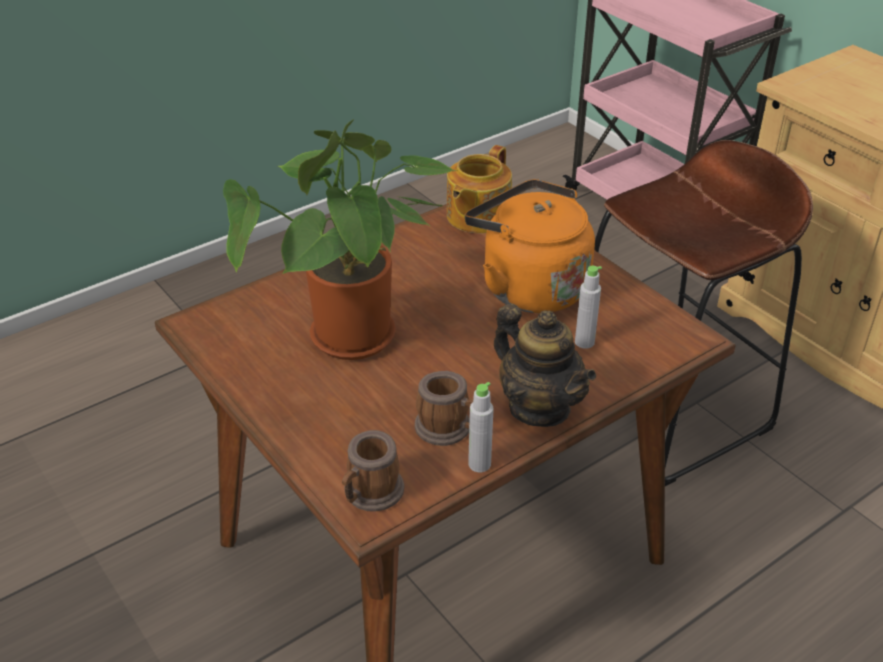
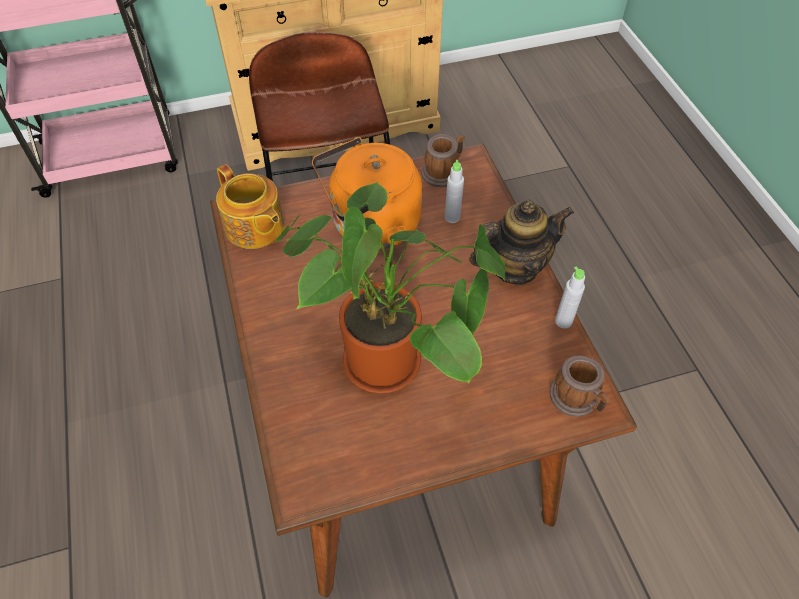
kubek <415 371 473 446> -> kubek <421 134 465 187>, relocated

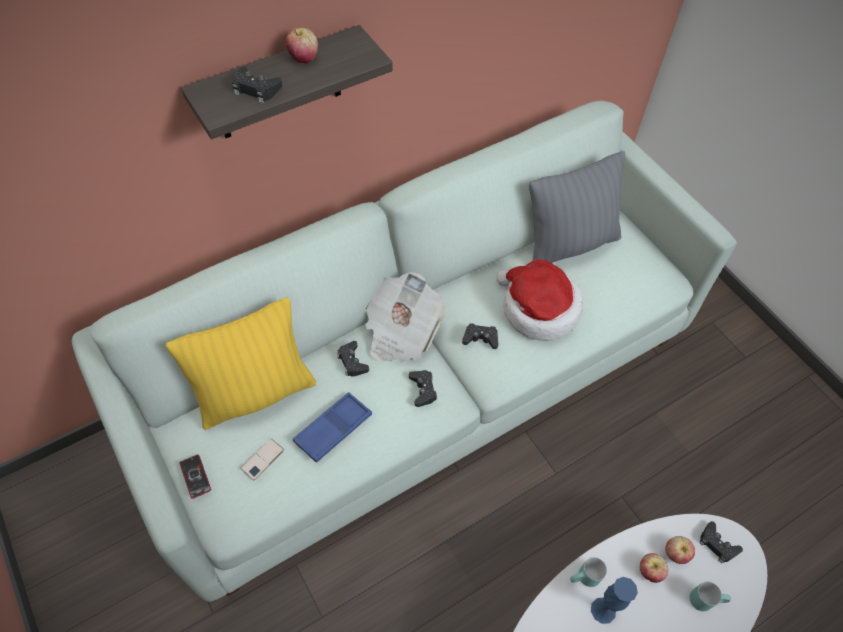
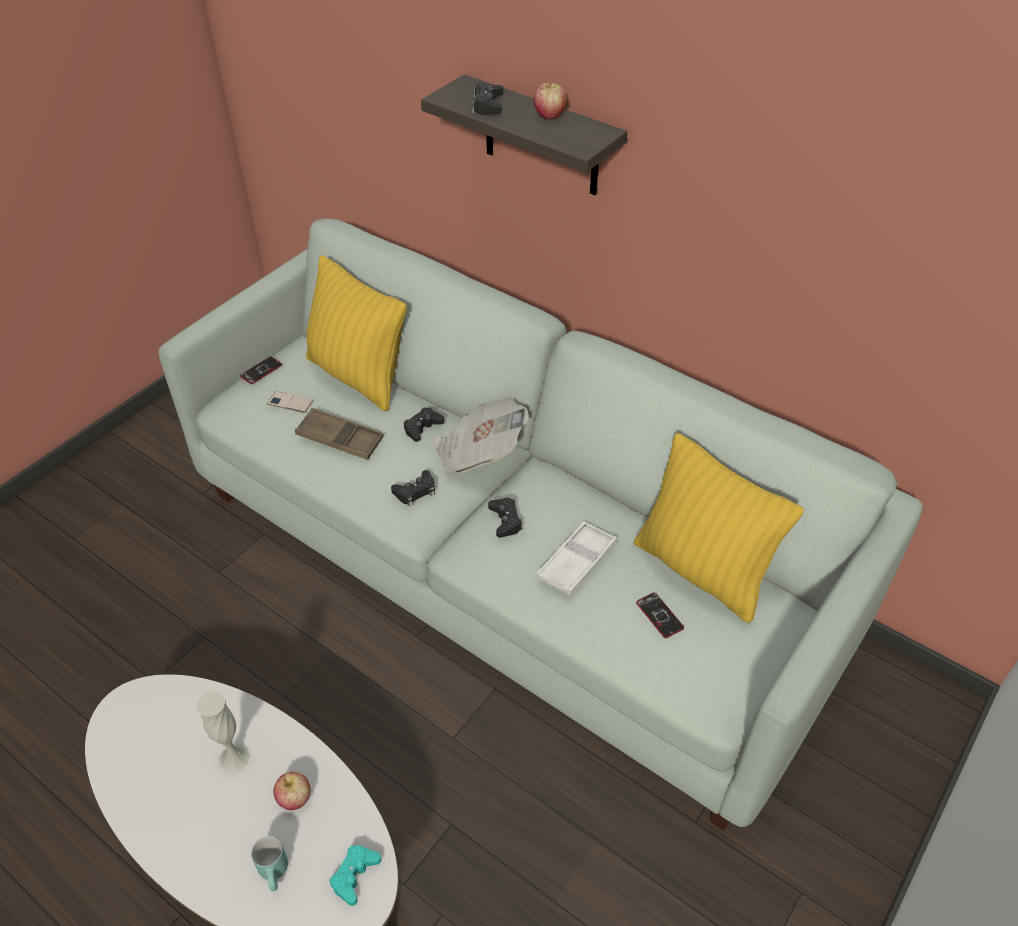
poduszka [szary] <529 151 625 263> -> poduszka [żółty] <634 433 804 623>
kapelusz <496 259 583 341> -> taca [biały] <536 521 617 595>
taca [niebieski] <293 392 372 463> -> taca [brązowy] <295 408 384 460>
pad do gier [czarny] <700 521 743 563> -> pad do gier [turkusowy] <329 845 382 906>
jabłko <665 536 695 564> -> none
kubek [turkusowy] <570 557 607 587> -> none
wazon [niebieski] <591 577 638 624> -> wazon [biały] <196 691 250 773>
none -> telefon <636 593 684 638>

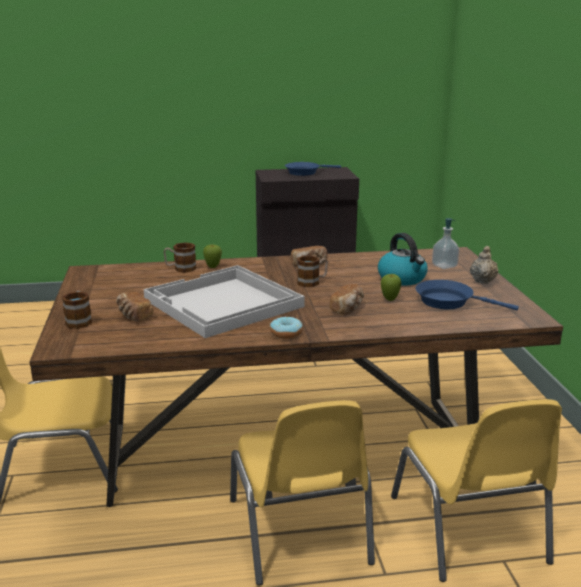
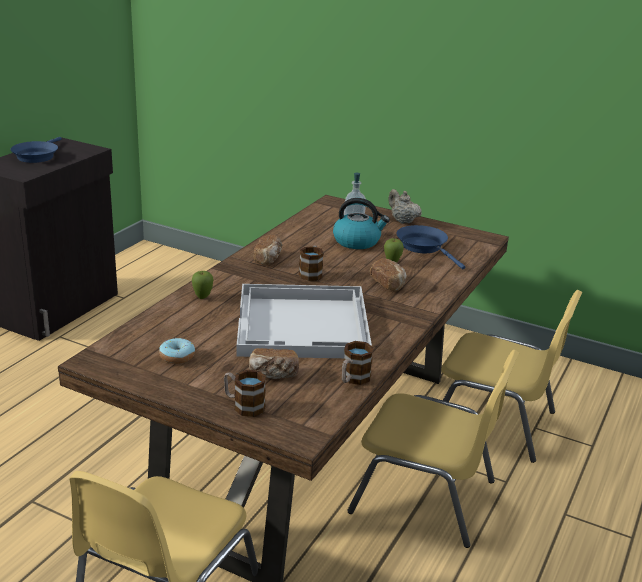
kubek <164 242 197 273> -> kubek <342 341 373 385>, relocated
patelnia [niebieski] <416 280 519 310> -> patelnia [niebieski] <396 225 465 269>, 90 degrees clockwise
donut <270 316 303 339> -> donut <159 338 195 364>, relocated

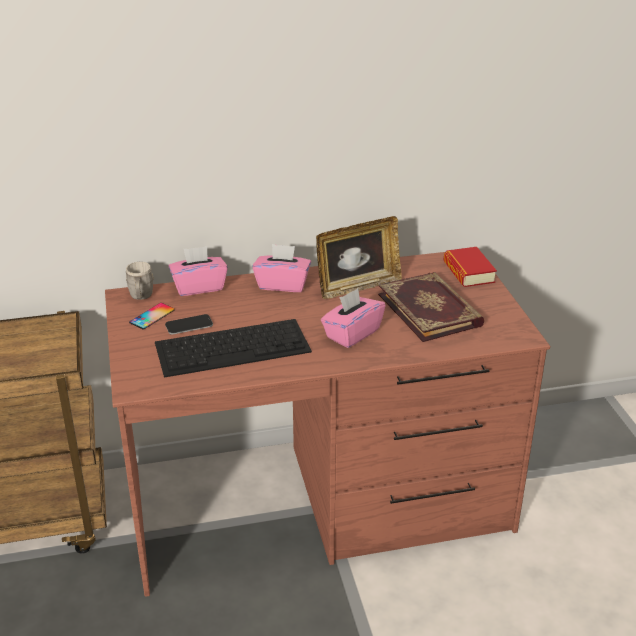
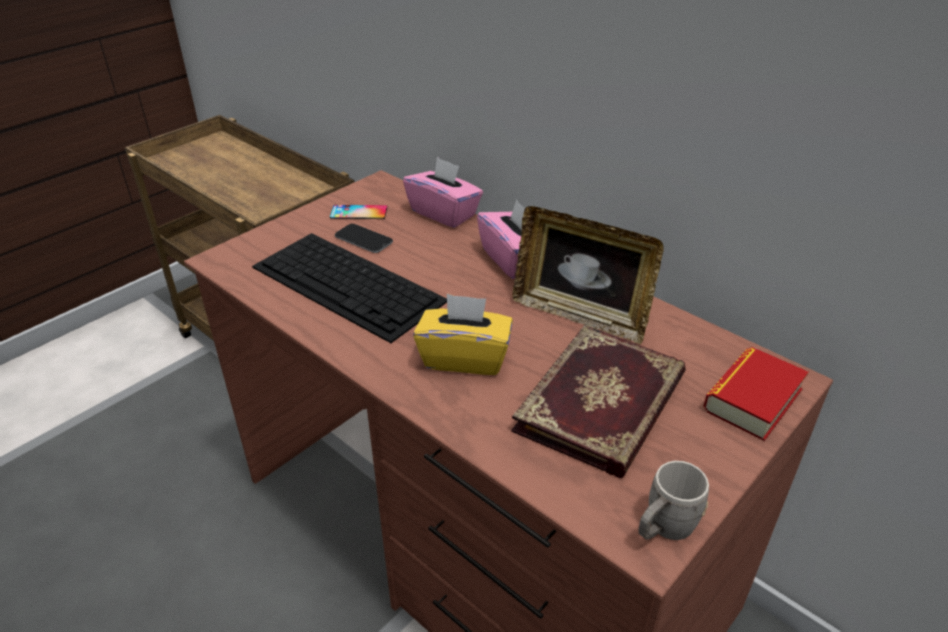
kubek [szary] <126 262 154 300> -> kubek [szary] <639 461 709 540>, relocated
pudełko chusteczek [różowy] <321 288 385 348> -> pudełko chusteczek [żółty] <413 294 513 375>

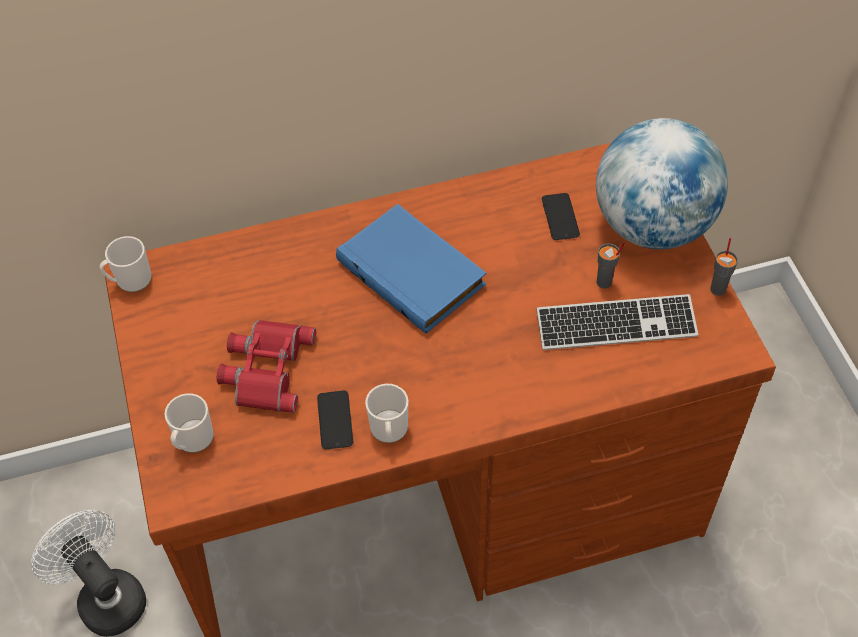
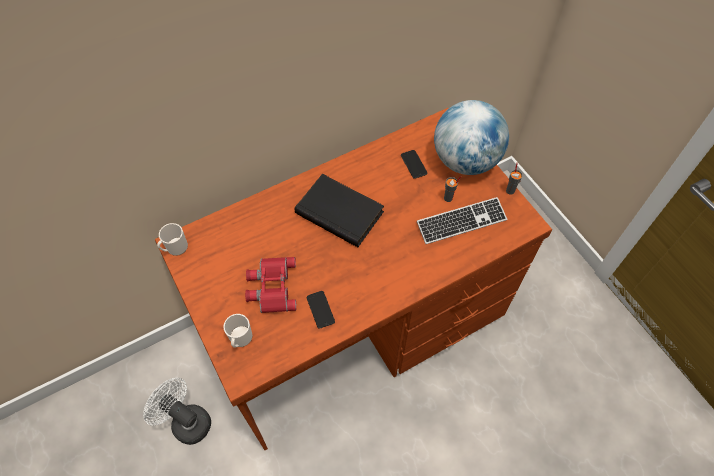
książka [niebieski] <336 204 486 334> -> książka [czarny] <295 174 384 247>
kubek <365 384 409 443> -> none

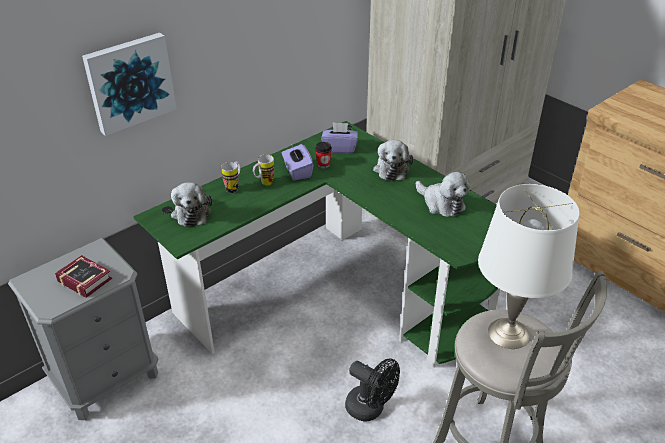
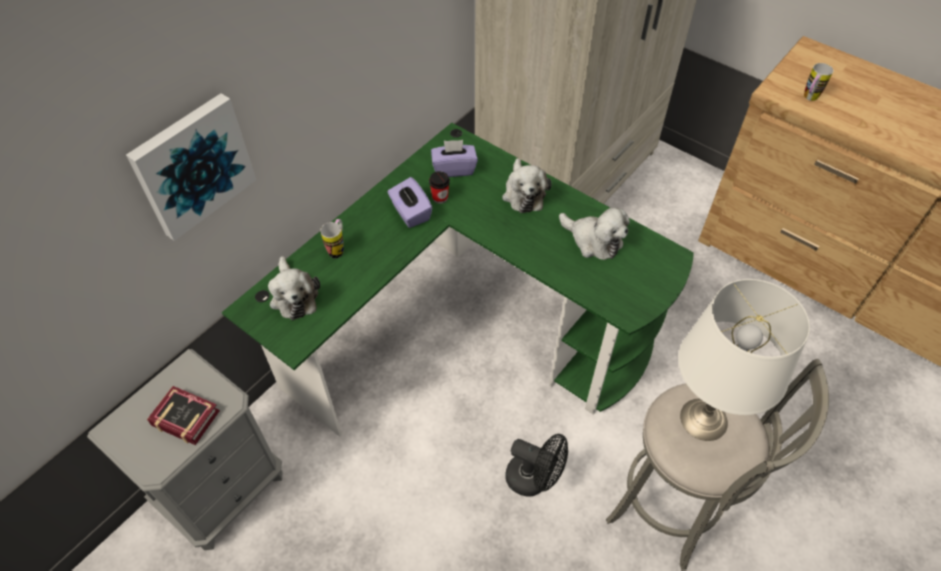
kubek <253 155 274 185> -> kubek <804 63 834 101>, relocated

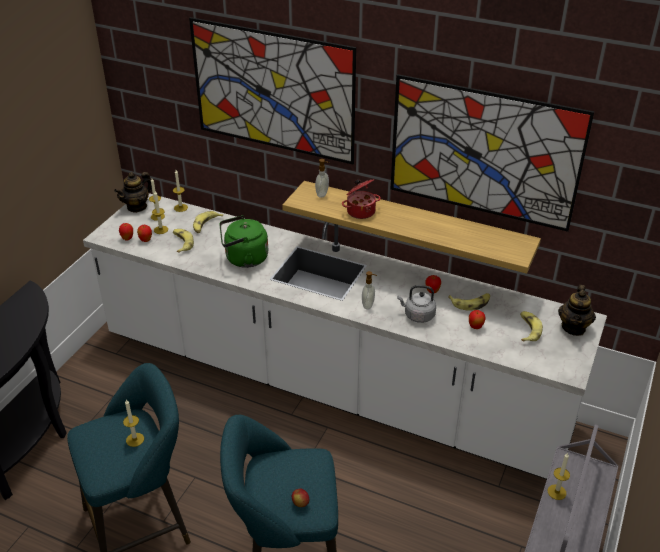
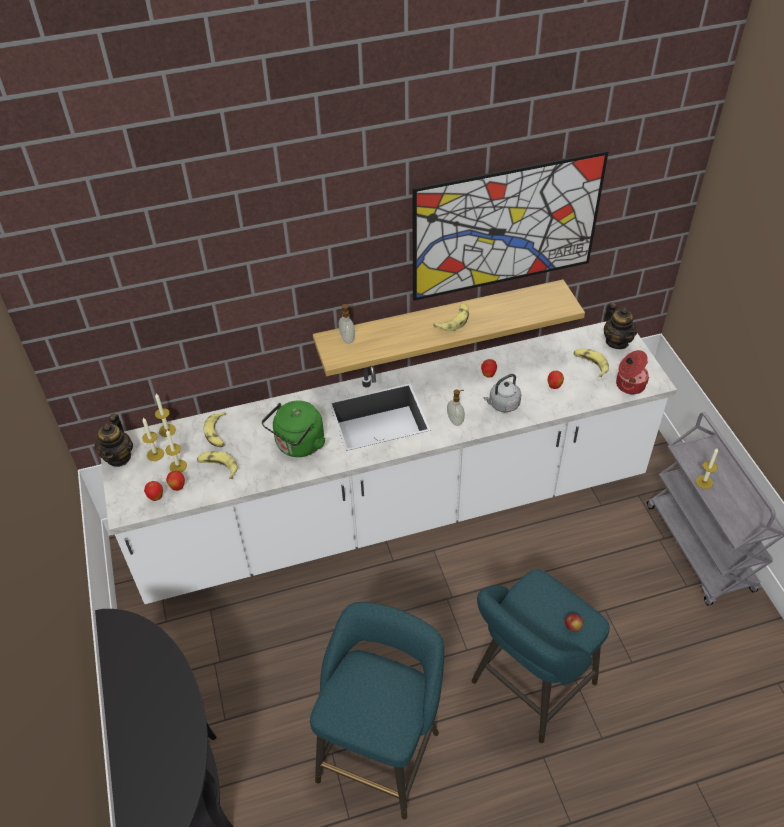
obraz <189 17 356 164> -> none
garnek <342 179 381 219> -> garnek <616 350 649 394>, relocated
banan <448 293 490 311> -> banan <433 303 469 331>, relocated
świeca <123 400 144 447> -> none

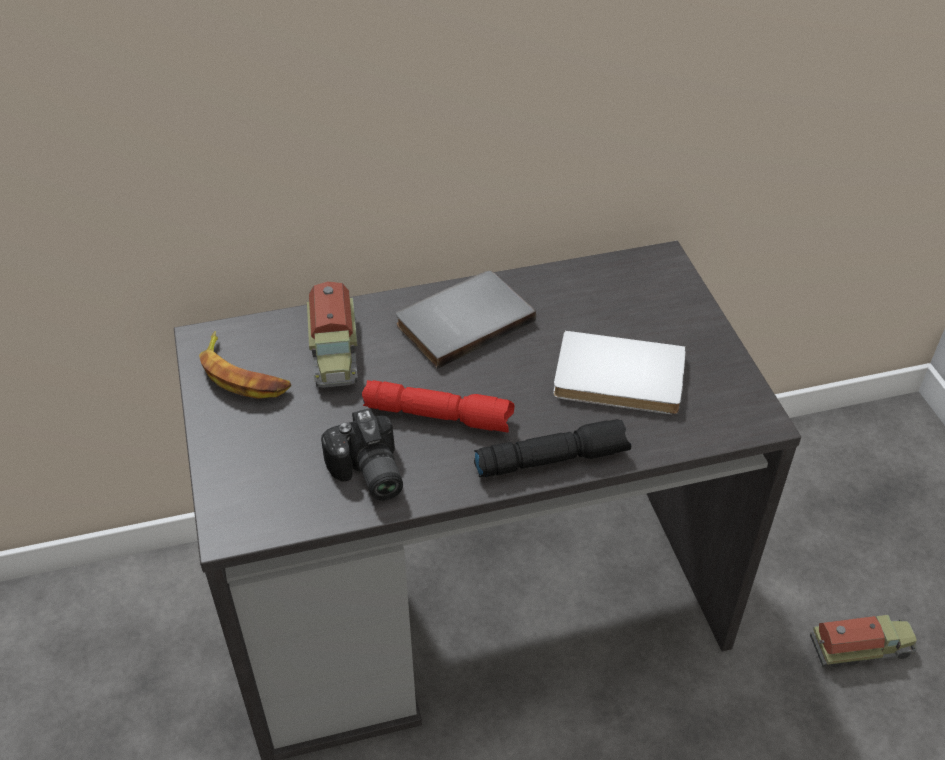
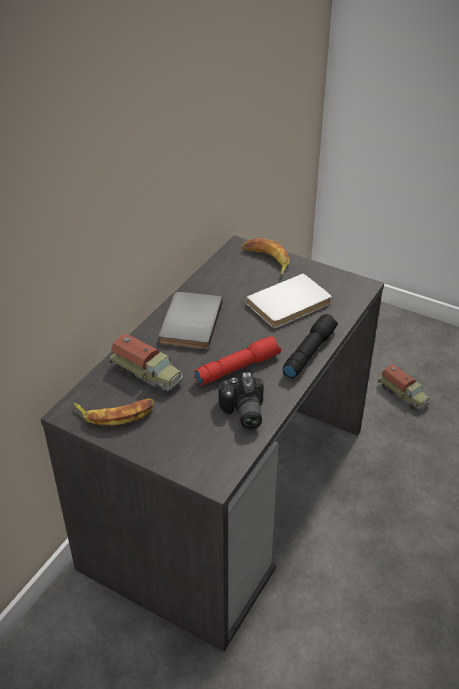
aparat fotograficzny <321 408 403 501> -> aparat fotograficzny <218 372 263 429>, 60 degrees clockwise
ciężarówka zabawkowa <810 615 917 668> -> ciężarówka zabawkowa <378 364 430 411>, 105 degrees clockwise
none -> banan <241 238 290 276>

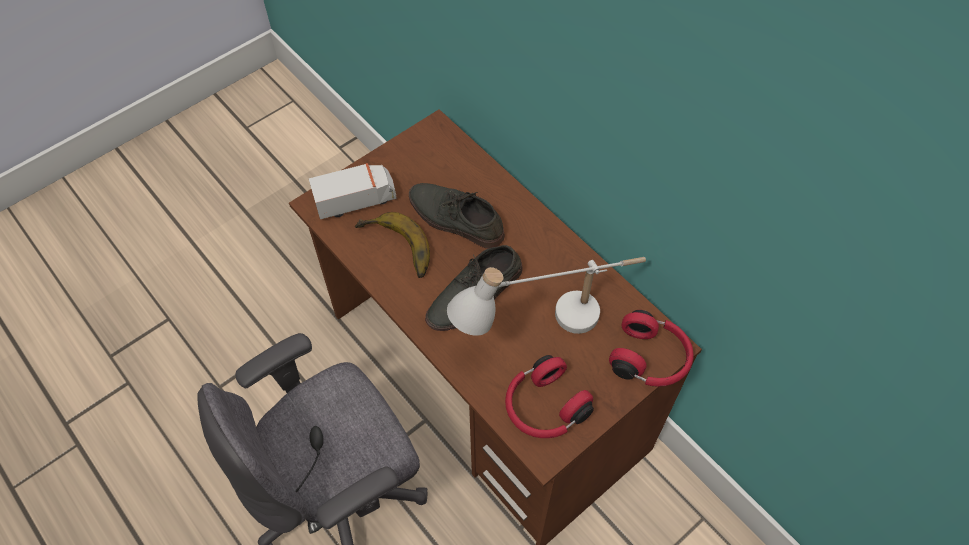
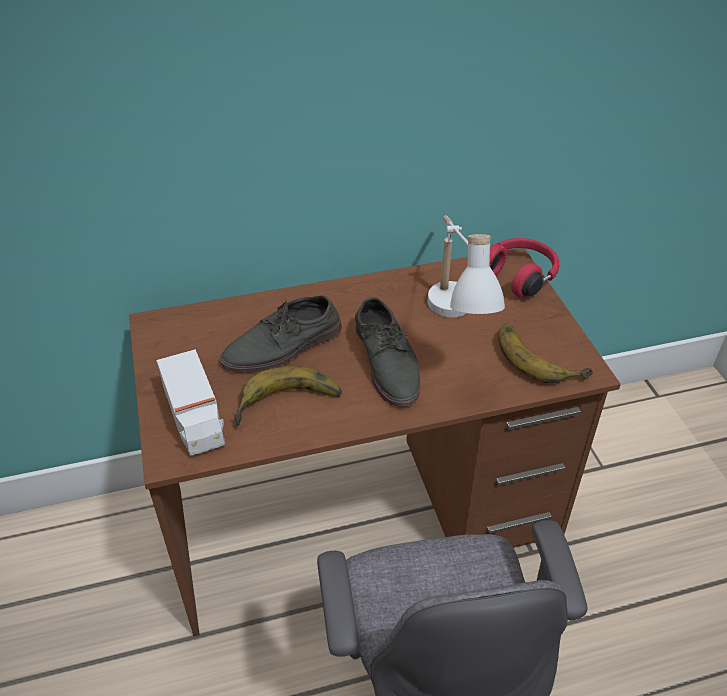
ciężarówka zabawkowa <309 163 397 219> -> ciężarówka zabawkowa <156 349 225 456>, 150 degrees clockwise
słuchawki [czerwony] <505 355 594 438> -> banan <498 323 593 383>

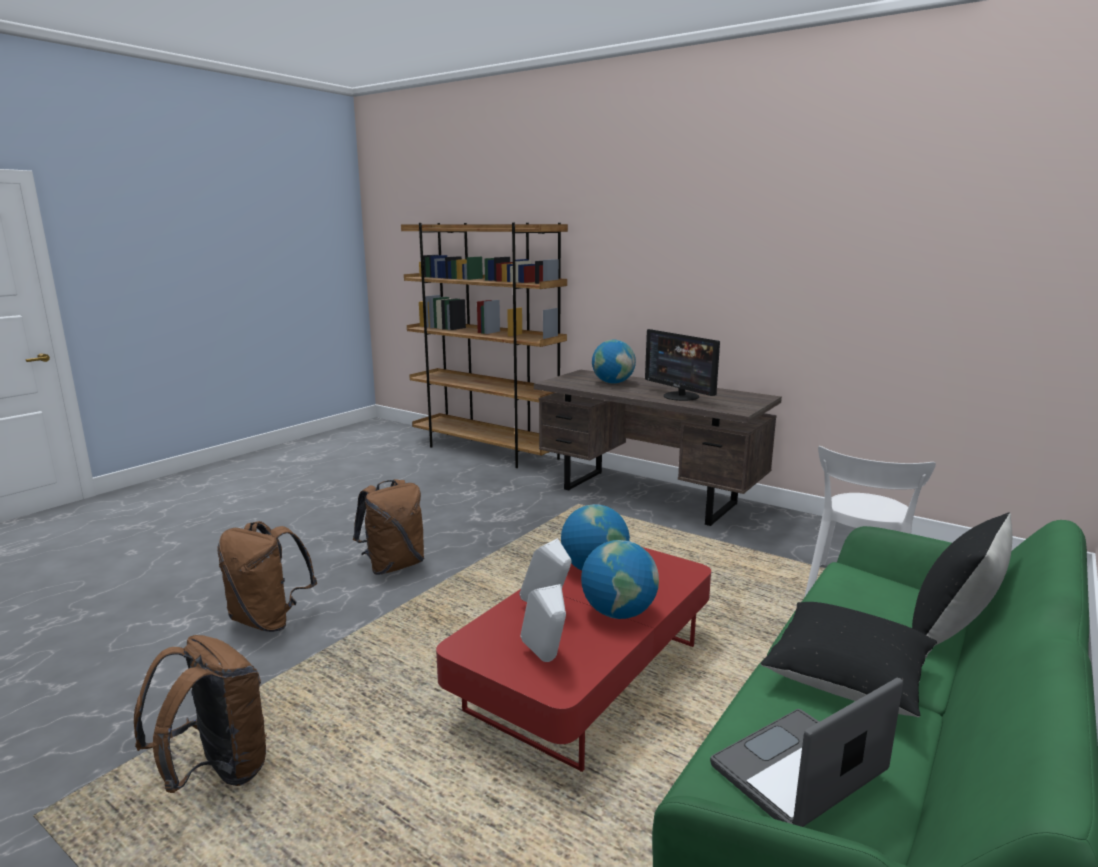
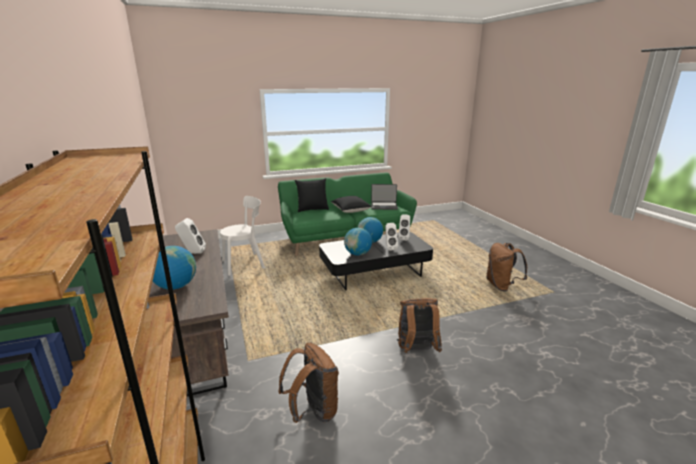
monitor <645 329 720 401> -> głośnik [biały] <175 218 206 254>
plecak [brązowy] <217 521 317 632> -> plecak [brązowy] <278 343 339 423>, relocated
ława [czerwony] <436 547 711 772> -> ława [czarny] <319 232 433 291>

